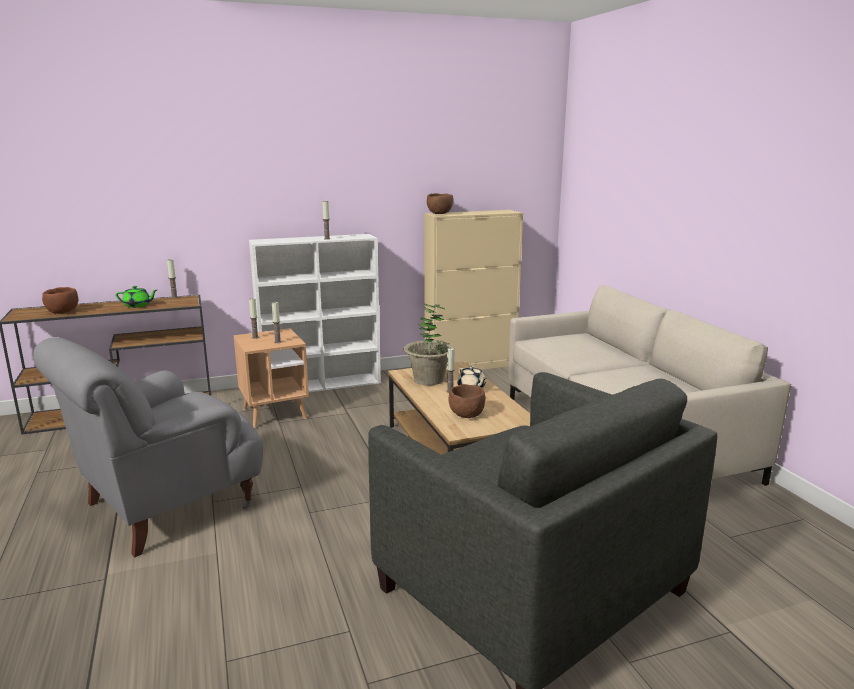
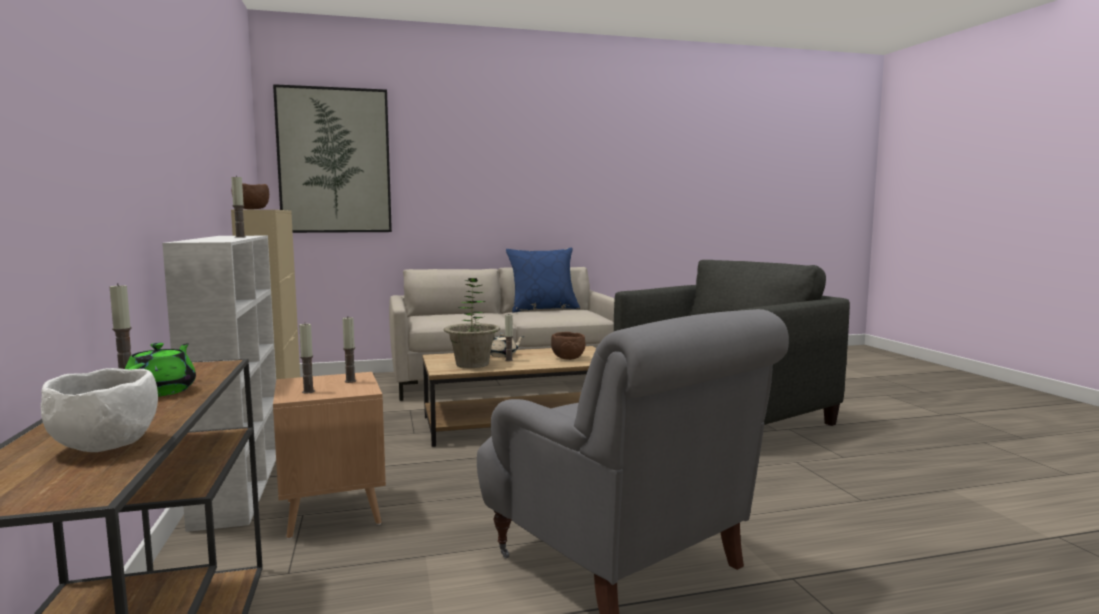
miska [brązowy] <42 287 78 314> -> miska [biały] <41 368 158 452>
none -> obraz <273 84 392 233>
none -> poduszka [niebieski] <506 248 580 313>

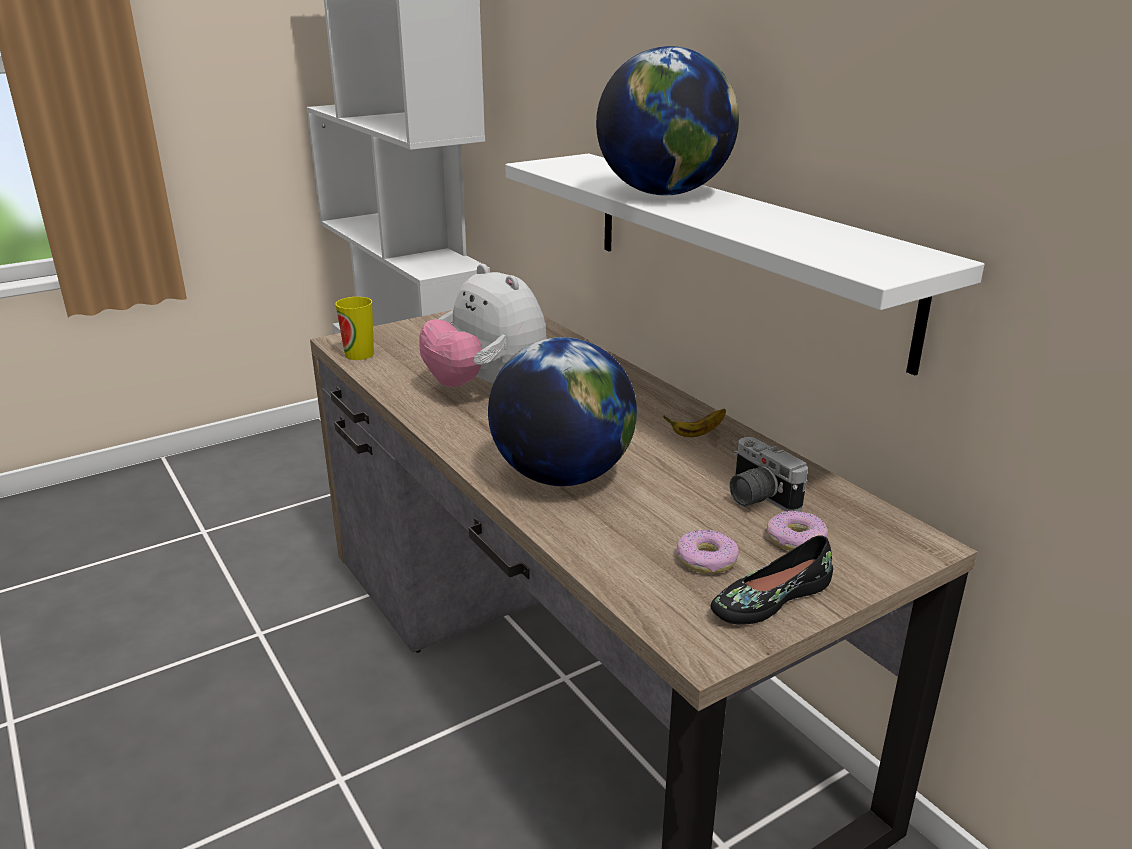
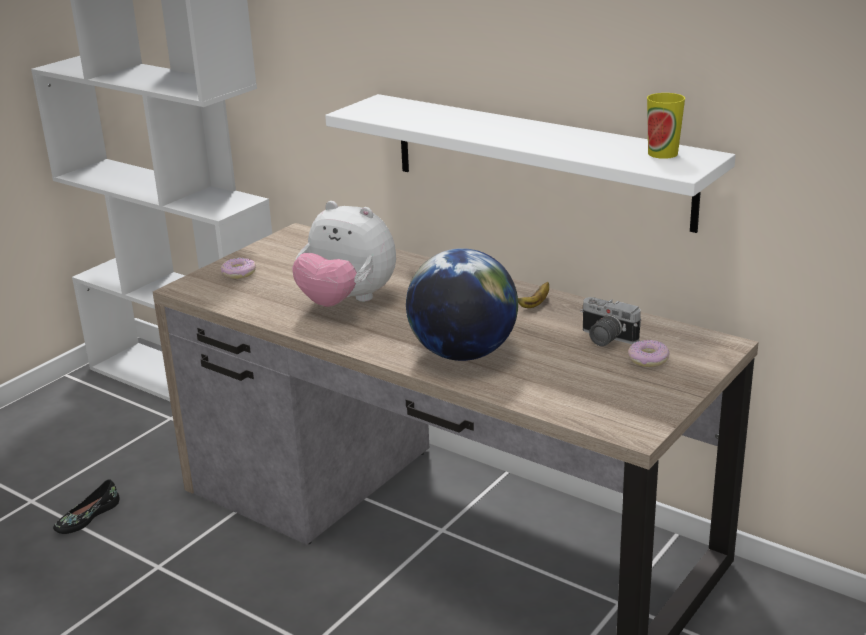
globus <596 46 739 196> -> none
filiżanka <335 297 374 360> -> filiżanka <647 93 685 159>, relocated
donut <676 530 739 574> -> donut <221 258 256 279>, relocated
but [czarny] <710 535 833 625> -> but [czarny] <53 479 120 534>, relocated

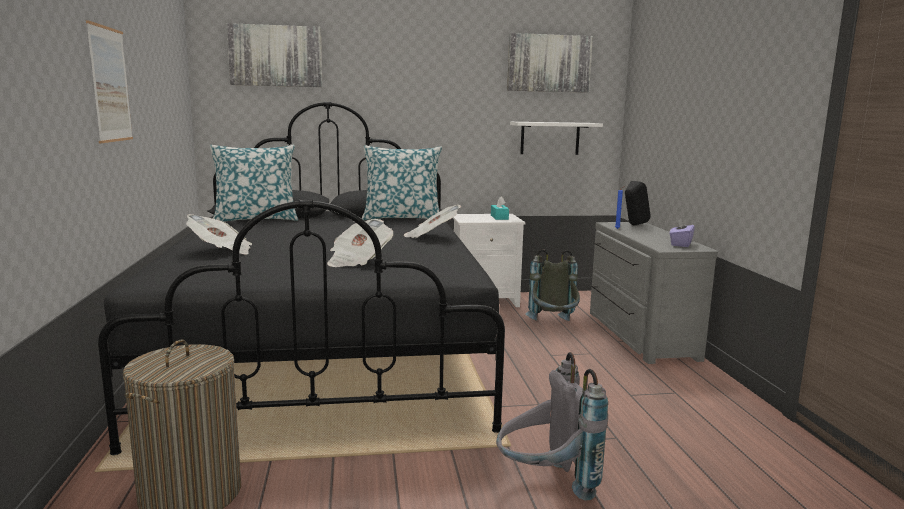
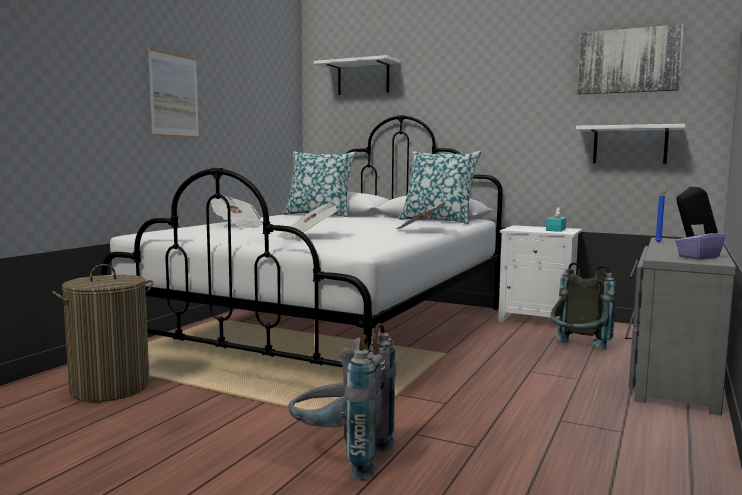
obraz <227 23 323 87> -> półka [biały] <314 55 400 95>
łóżko [czarny] <98 102 505 455> -> łóżko [biały] <101 115 503 368>

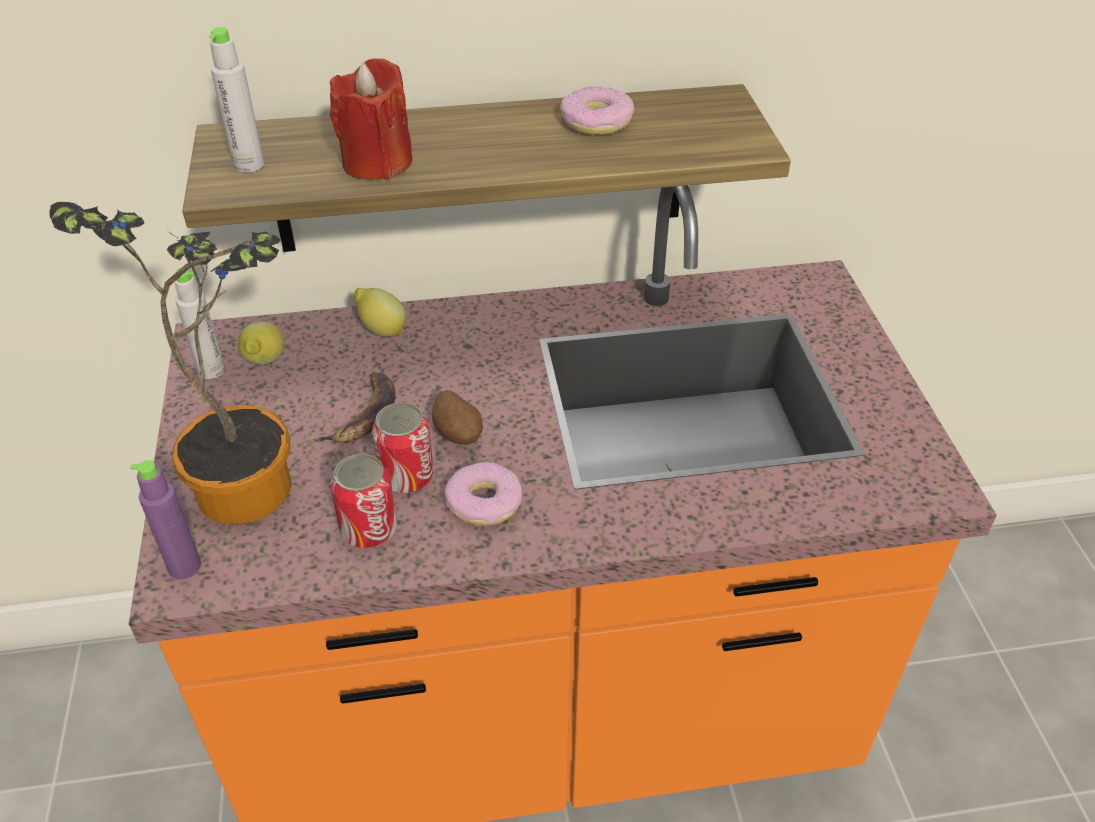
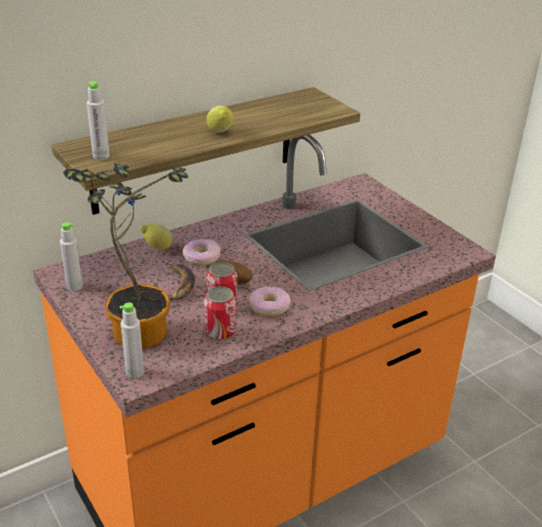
świeca [czerwony] <330 58 413 180> -> none
donut <560 86 634 135> -> donut <183 239 221 265>, relocated
cytryna <238 322 284 365> -> cytryna <206 106 233 133>, relocated
butelka [fioletowy] <130 460 201 579> -> butelka [szary] <120 303 144 378>

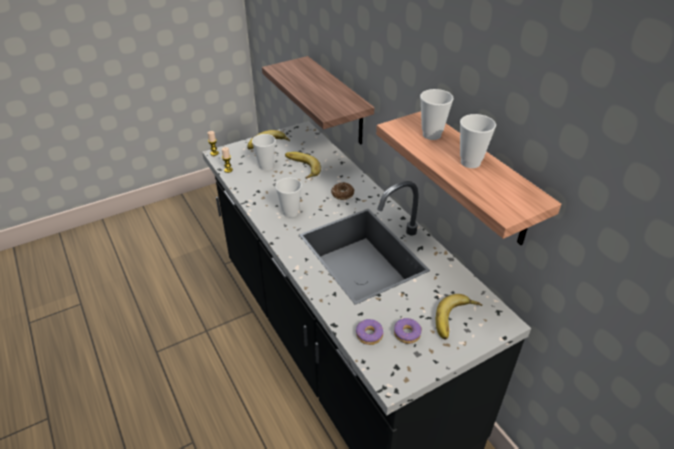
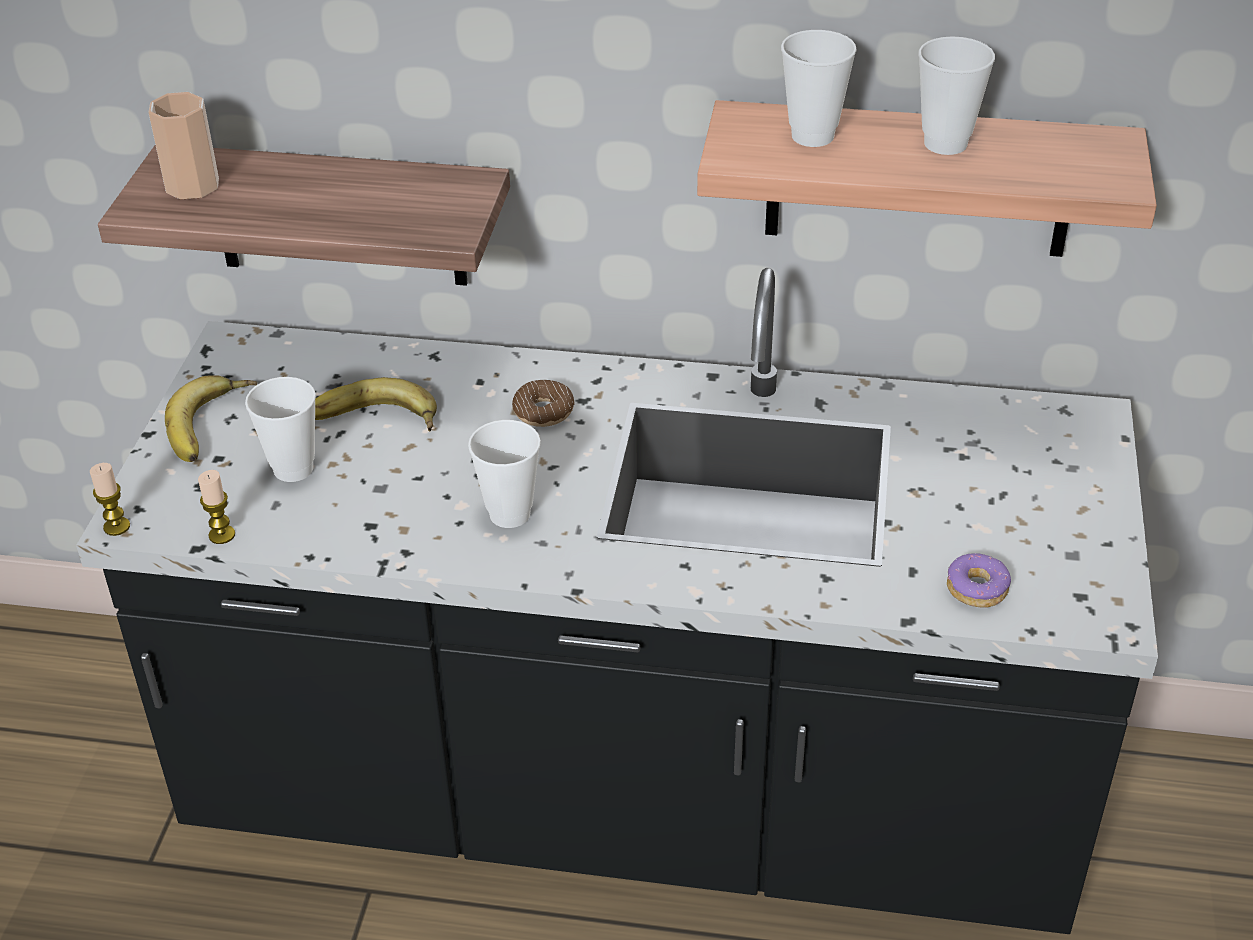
banan <436 294 482 340> -> none
donut <394 318 421 344> -> none
none -> filiżanka <148 92 219 199>

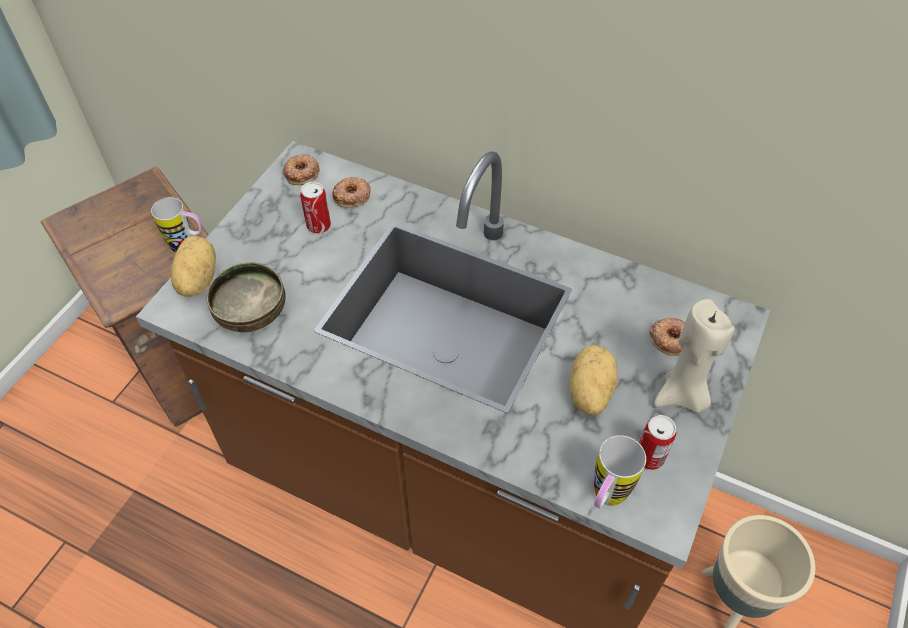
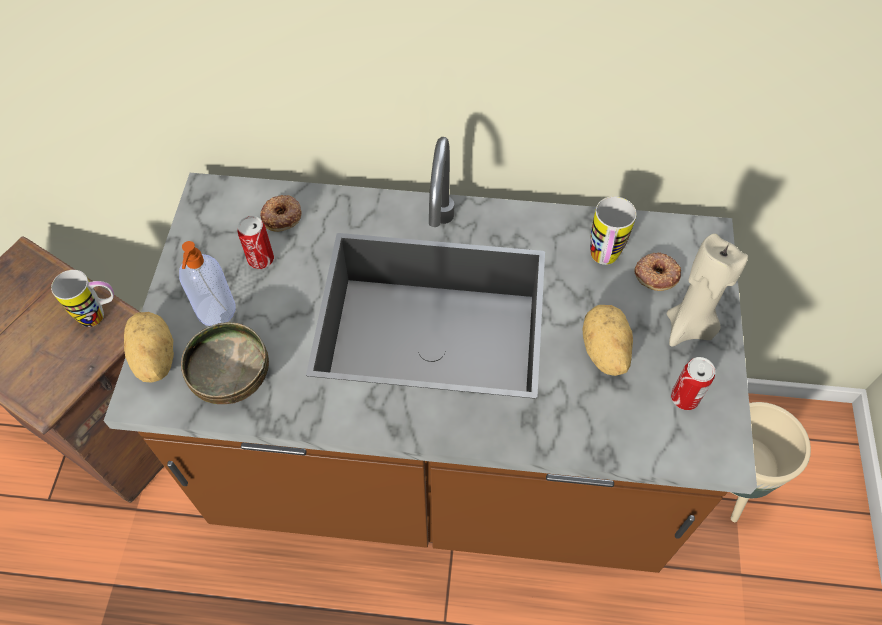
donut <283 154 320 185> -> none
kubek <594 435 646 508> -> kubek <590 196 636 265>, relocated
none -> dozownik mydła <179 241 236 326>

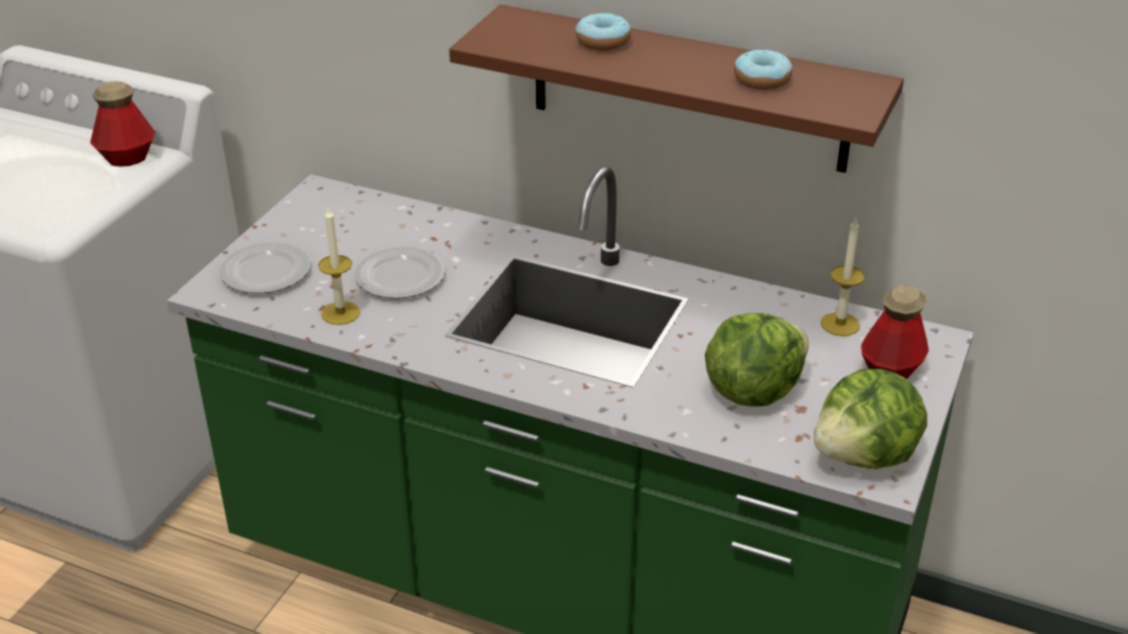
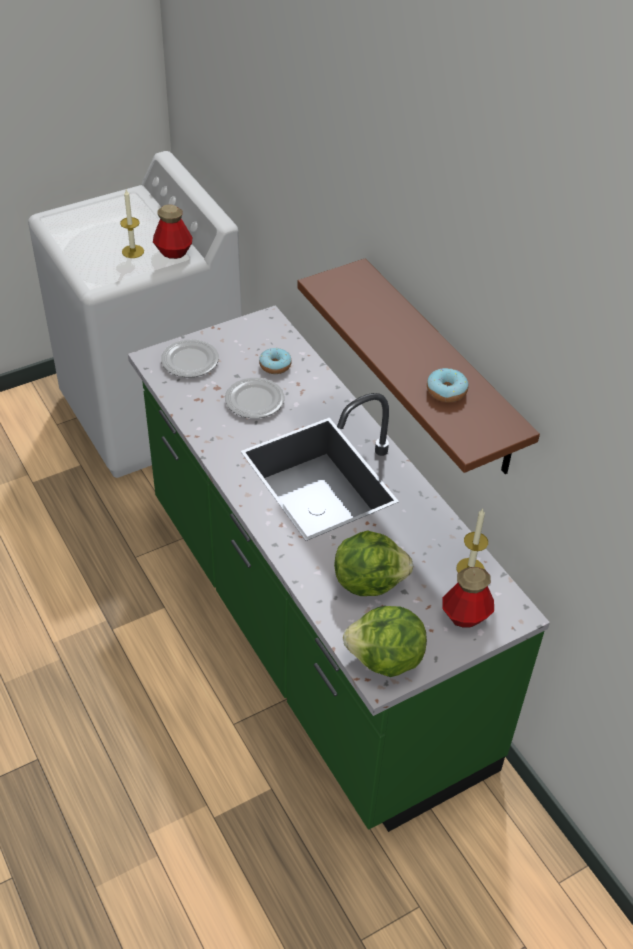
donut <576 13 631 51> -> donut <259 348 292 374>, relocated
świeca <318 208 360 325> -> świeca <120 190 144 258>, relocated

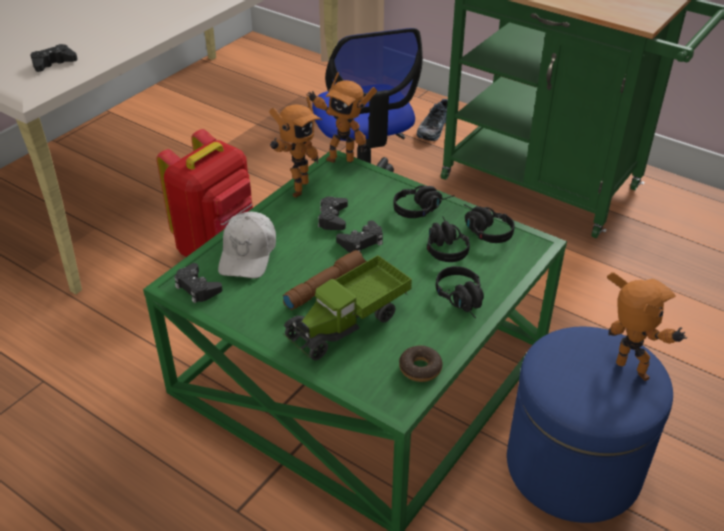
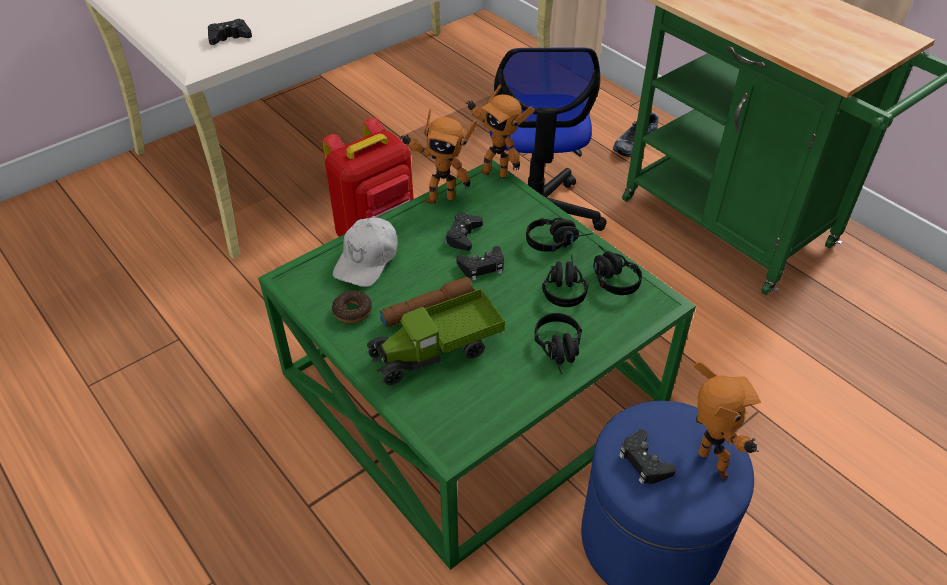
robot zabawkowy <269 96 322 198> -> robot zabawkowy <400 109 477 204>, 45 degrees clockwise
pad do gier [czarny] <174 263 222 303> -> pad do gier [czarny] <619 429 676 484>, relocated
donut <399 345 443 382> -> donut <332 291 372 323>, relocated

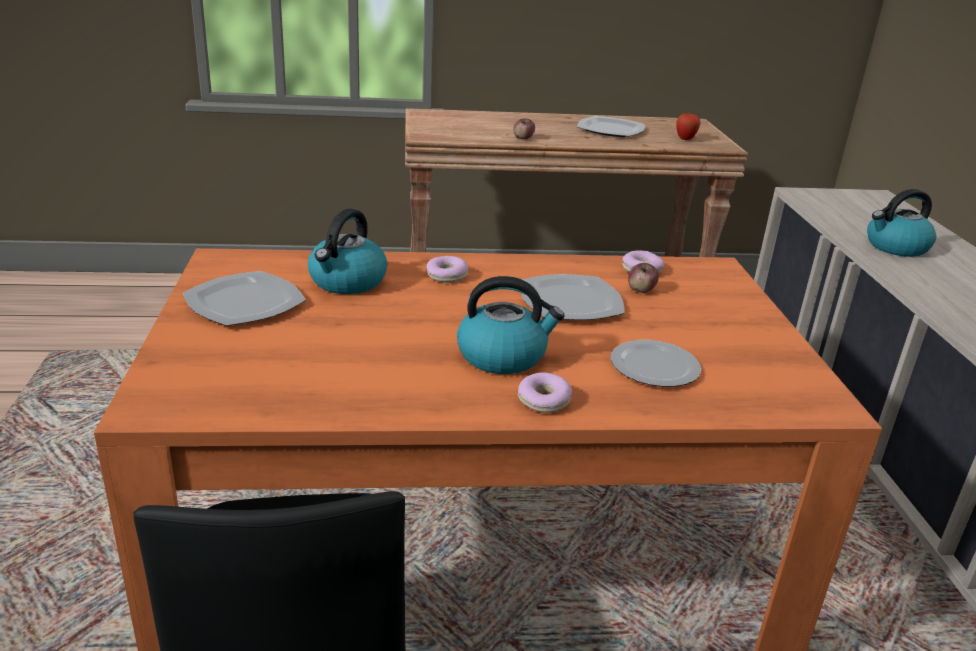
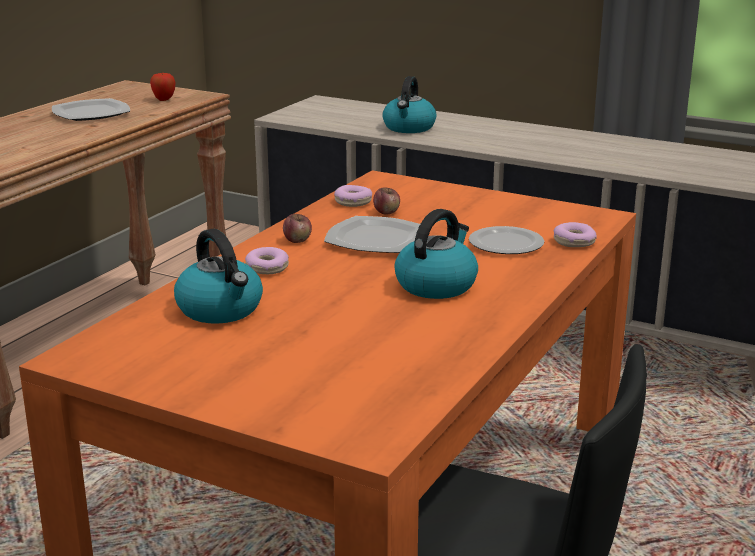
jabłko <513 118 535 140> -> jabłko <283 214 312 243>, relocated
talerz <183 271 306 326> -> none
donut <518 372 572 413> -> donut <554 222 597 247>, relocated

